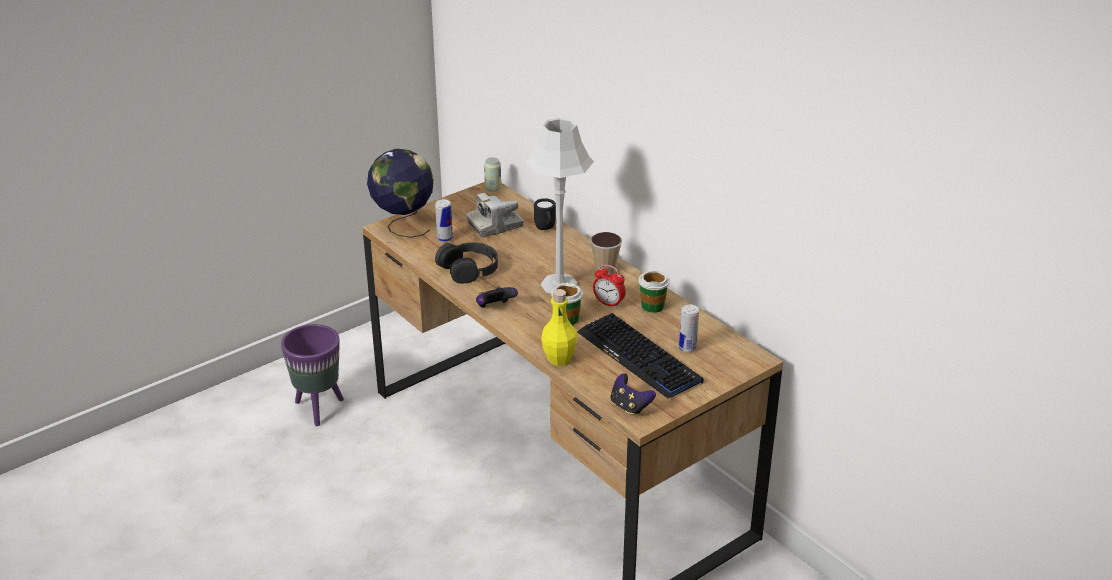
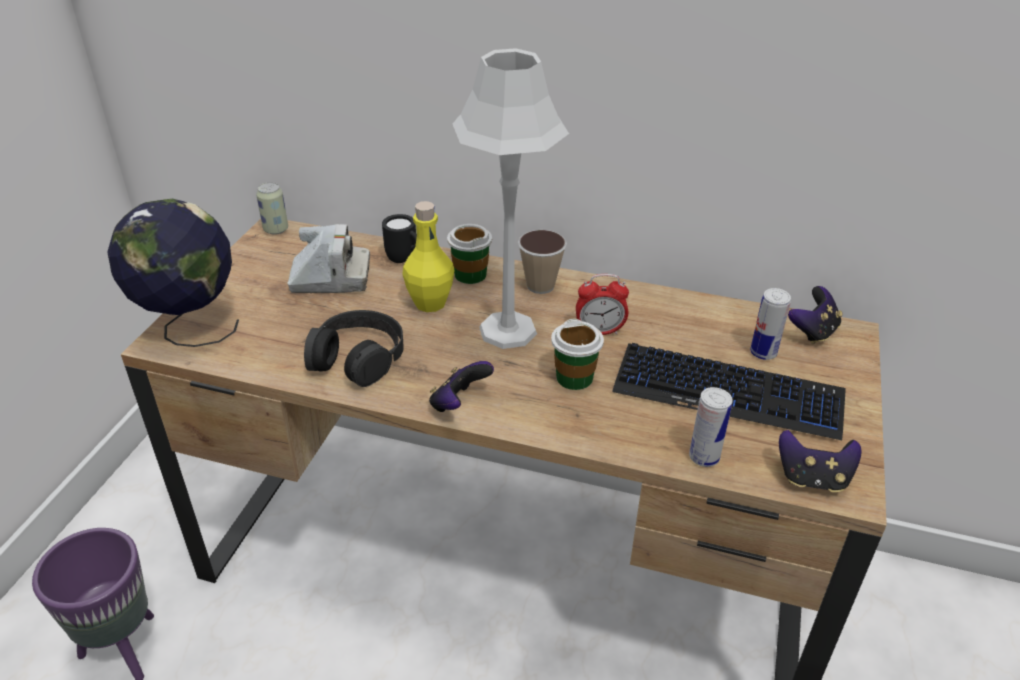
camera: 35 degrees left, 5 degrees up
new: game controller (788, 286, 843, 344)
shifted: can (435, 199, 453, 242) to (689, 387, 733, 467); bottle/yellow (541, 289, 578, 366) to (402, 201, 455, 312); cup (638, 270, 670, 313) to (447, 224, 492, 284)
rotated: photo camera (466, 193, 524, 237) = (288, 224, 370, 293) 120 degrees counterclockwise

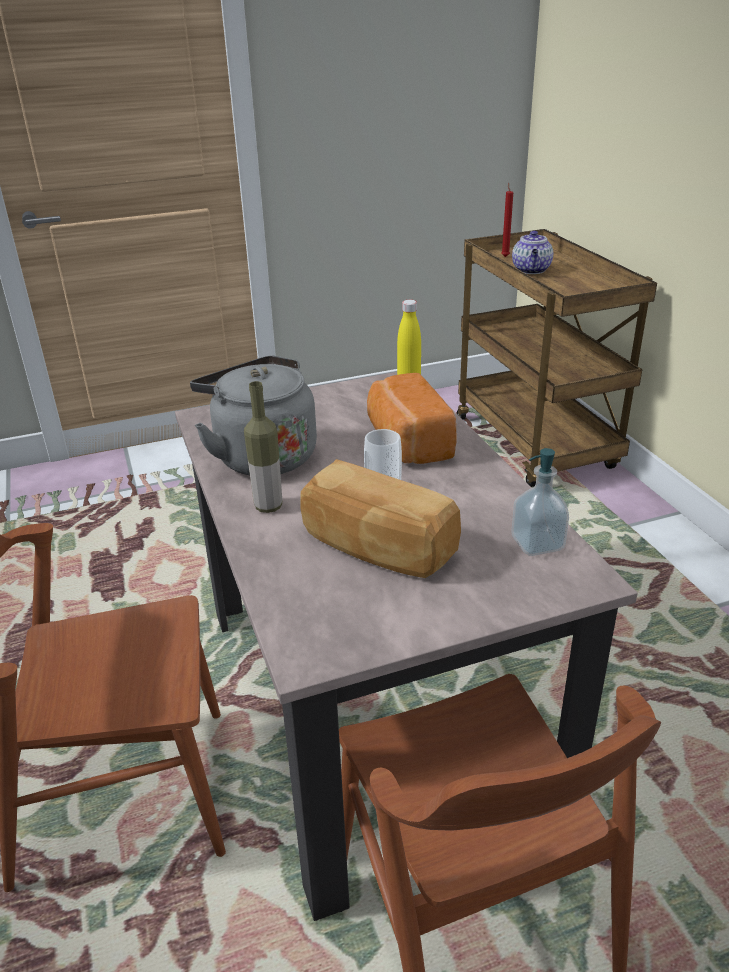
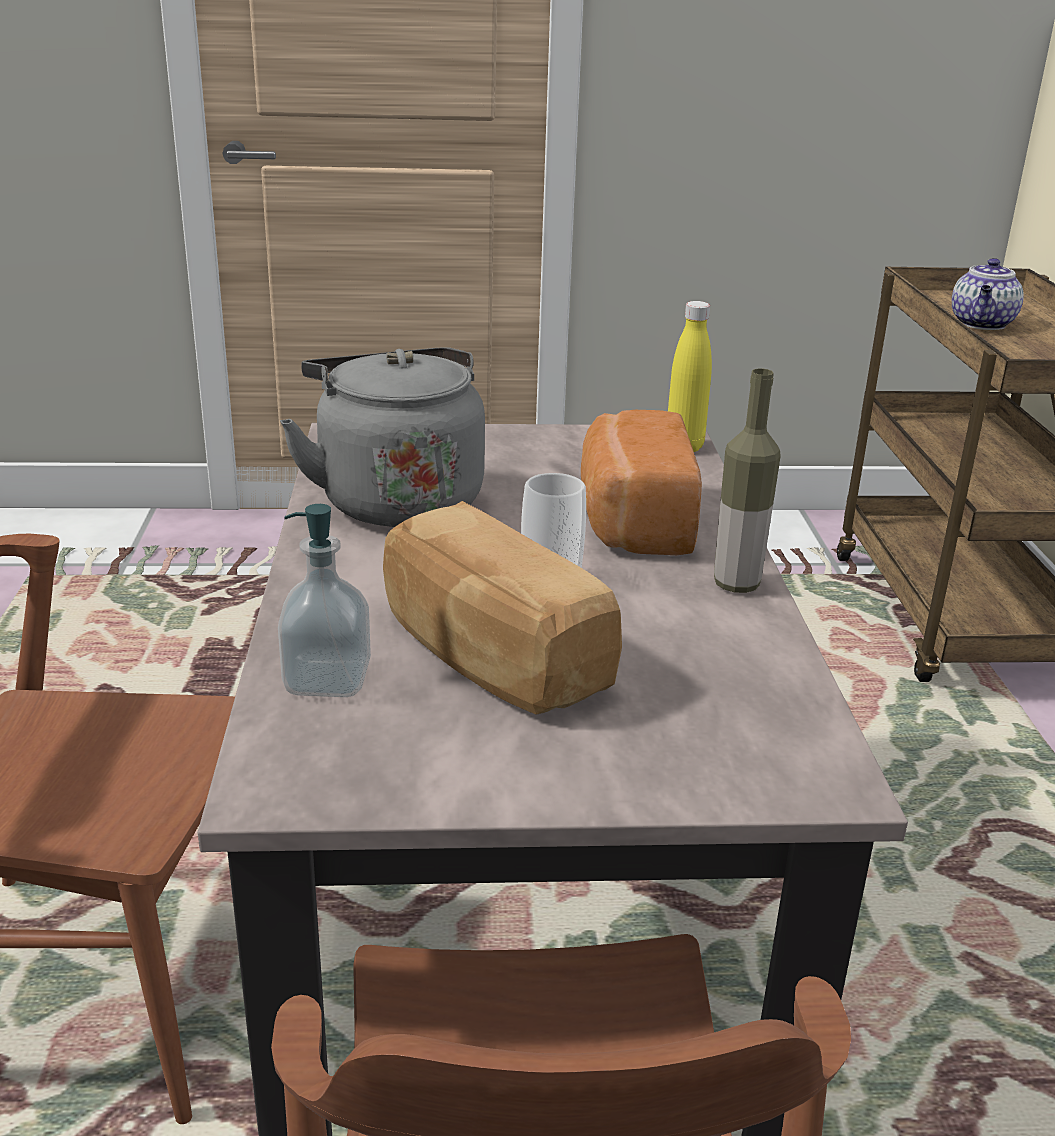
camera: 15 degrees right, 5 degrees down
gone: candle/red (501, 183, 513, 257)
shifted: bottle (244, 381, 282, 513) to (714, 368, 781, 593); soap dispenser (512, 448, 569, 556) to (278, 504, 371, 697)

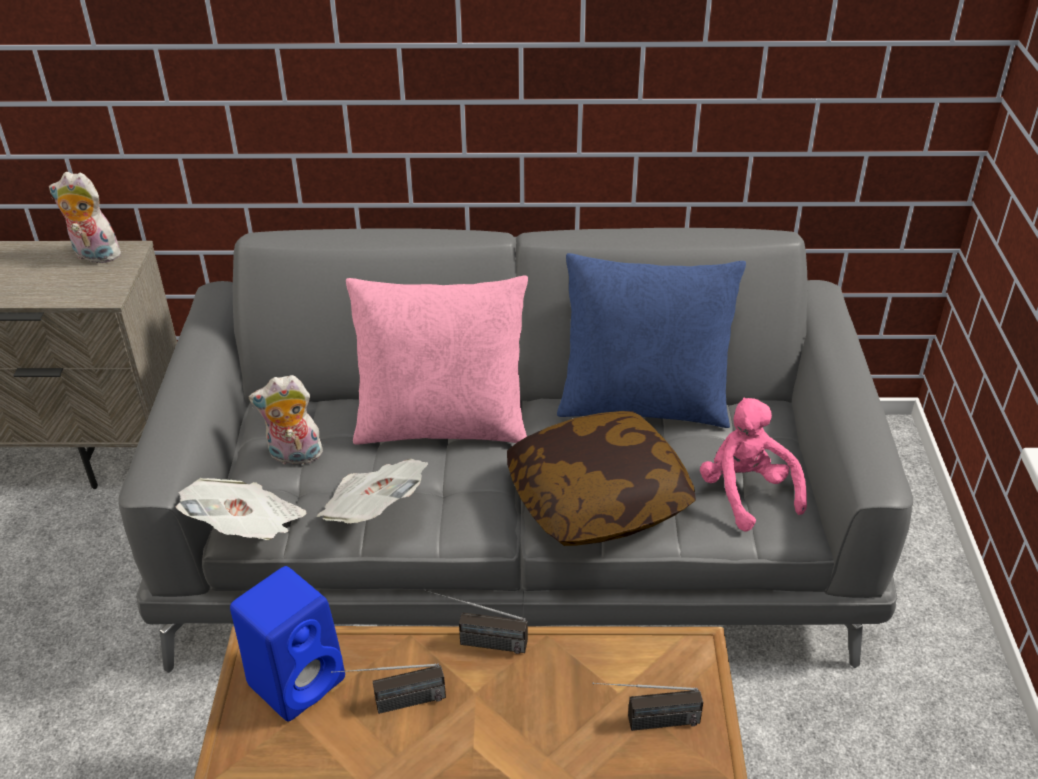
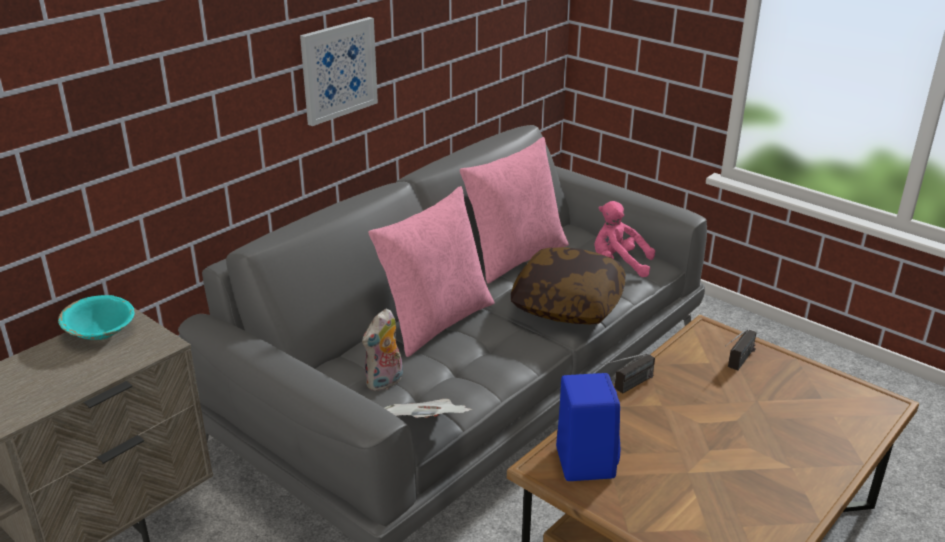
camera: 50 degrees left, 10 degrees down
gone: newspaper (317, 459, 428, 524); radio (331, 663, 446, 714)
new: picture (300, 17, 378, 126)
swapped: plush toy (49, 172, 123, 263) to bowl/turquoise (58, 295, 135, 340)
repainted: pillow/blue (557, 253, 746, 428) to pillow/pink (460, 137, 569, 284)

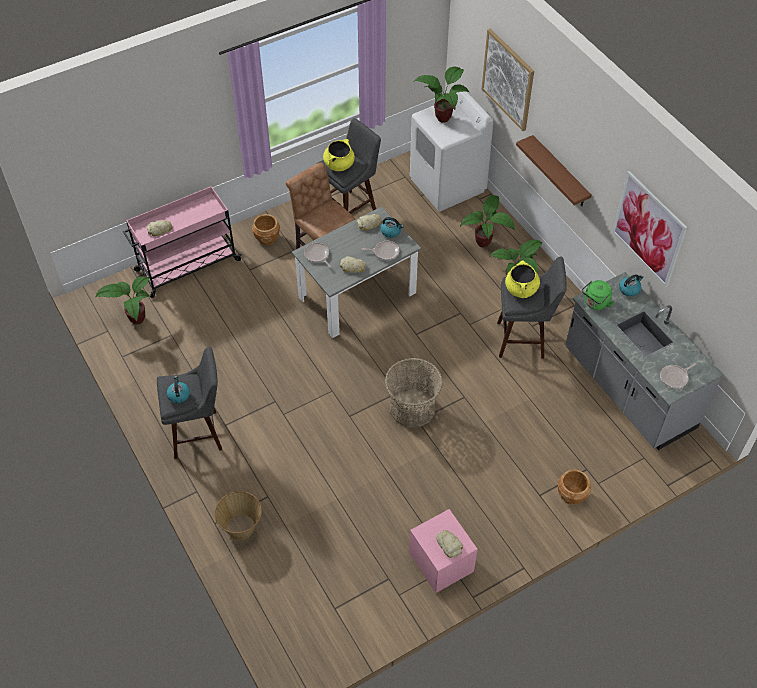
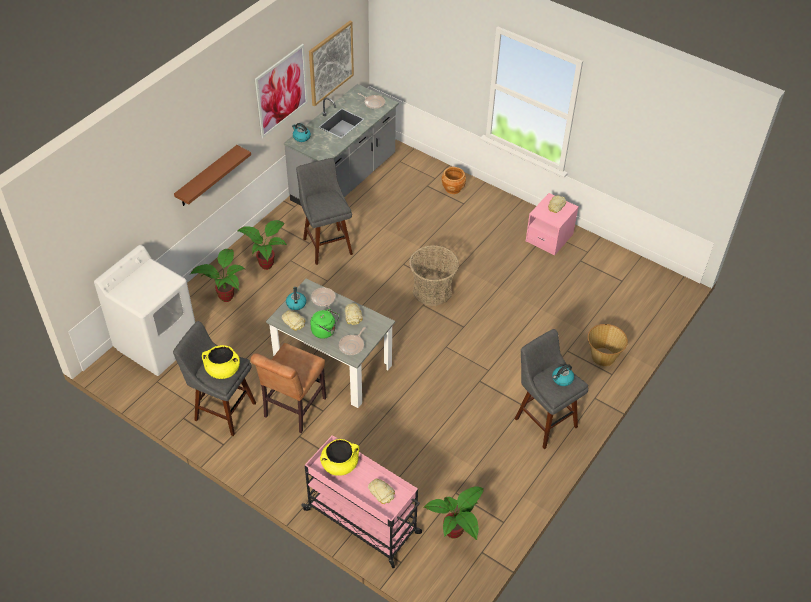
camera: 115 degrees left, 5 degrees down
gone: planter/brown (252, 214, 280, 245); potted plant (413, 66, 470, 123)
shifted: picture (482, 29, 534, 131) to (309, 21, 354, 106); cooking pot/yellow (505, 260, 540, 298) to (320, 439, 360, 476); kettle/green (582, 280, 614, 310) to (310, 309, 339, 339)

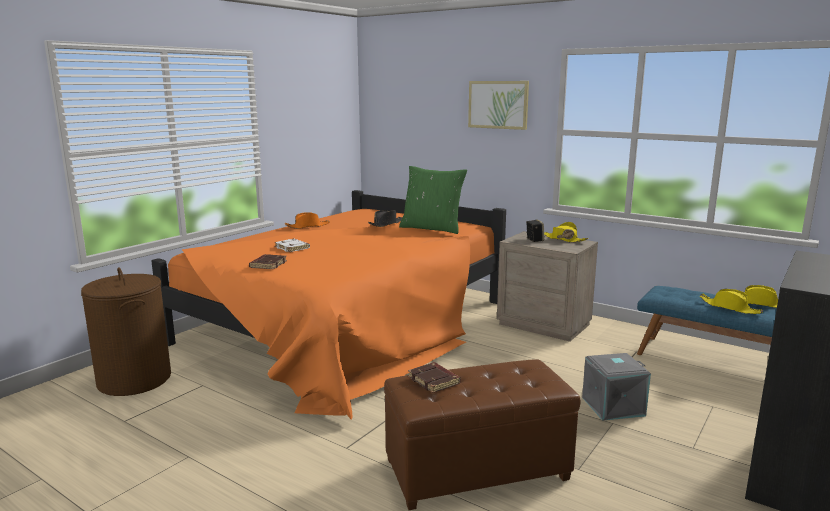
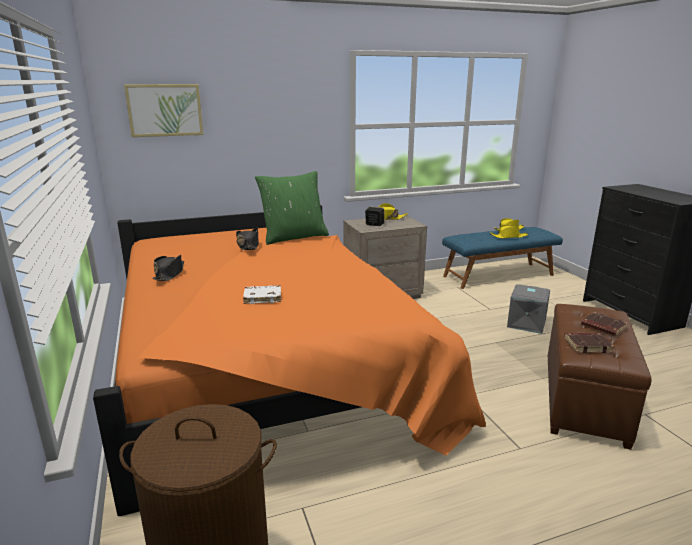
camera: 55 degrees left, 5 degrees up
shifted: book/brown (249, 254, 287, 269) to (581, 312, 628, 336); picture (468, 81, 529, 130) to (124, 84, 203, 137)
repainted: hat/orange (285, 212, 330, 229) to hat/black (153, 255, 184, 281)

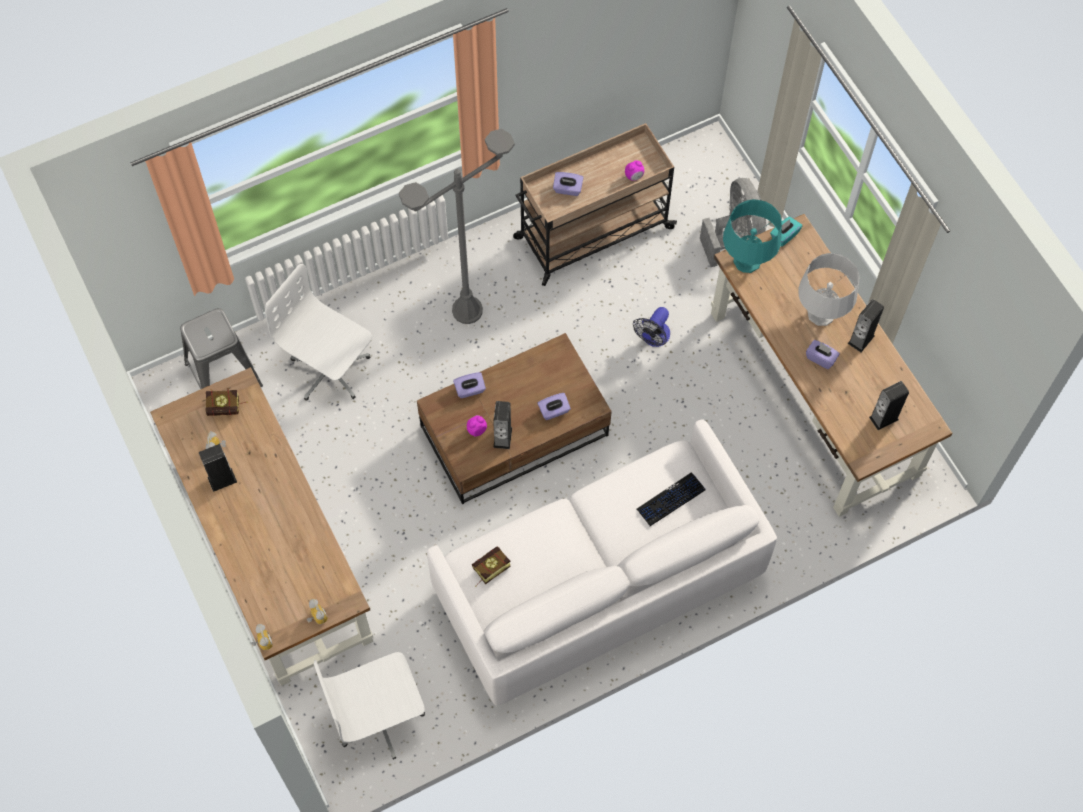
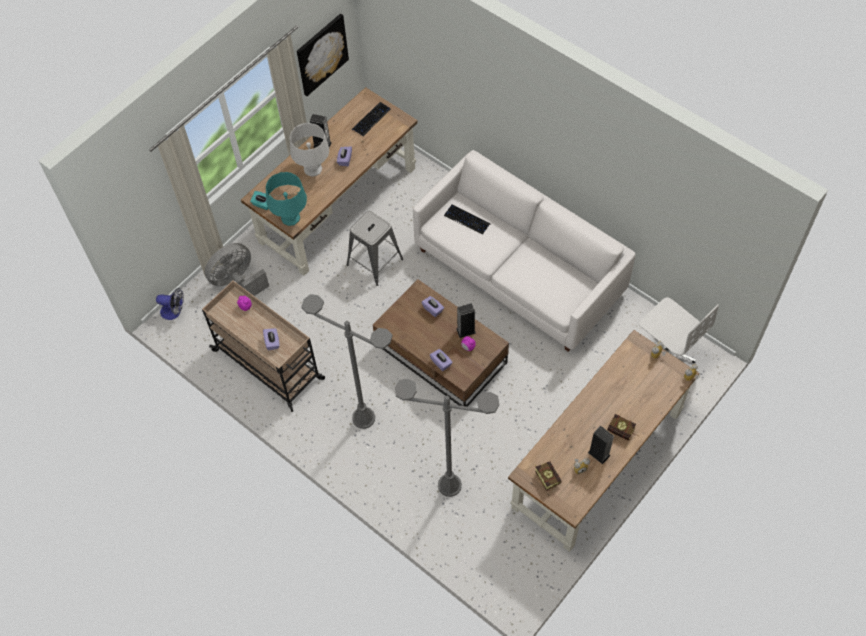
camera: 110 degrees left, 5 degrees down
new: picture (297, 13, 349, 96)
shifted: stool/grey (180, 308, 263, 389) to (347, 211, 403, 286); book (472, 547, 511, 586) to (607, 414, 639, 440); fan (633, 307, 670, 347) to (156, 288, 184, 320)
swapped: office chair/white (265, 264, 372, 401) to floor lamp/grey (395, 379, 499, 497); speaker (869, 381, 909, 430) to keyboard (352, 102, 391, 137)

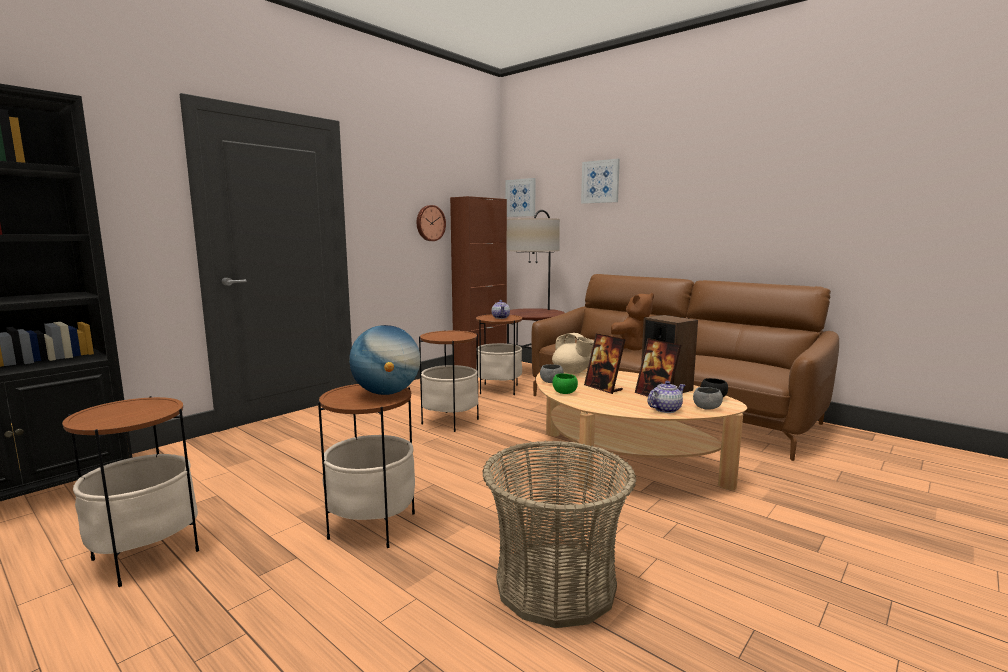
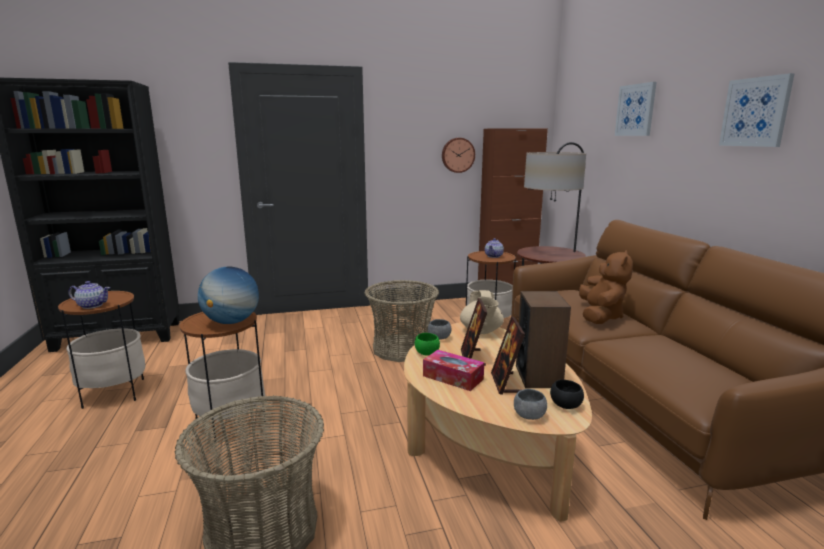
camera: 35 degrees right, 5 degrees up
new: tissue box (423, 350, 484, 391)
shifted: picture (506, 178, 536, 217) to (719, 73, 795, 147); teapot (647, 381, 685, 413) to (68, 281, 110, 309)
swapped: side table (419, 330, 479, 432) to basket (365, 280, 439, 362)
rotated: plush toy/brown (611, 293, 654, 350) = (579, 250, 633, 324) 75 degrees counterclockwise

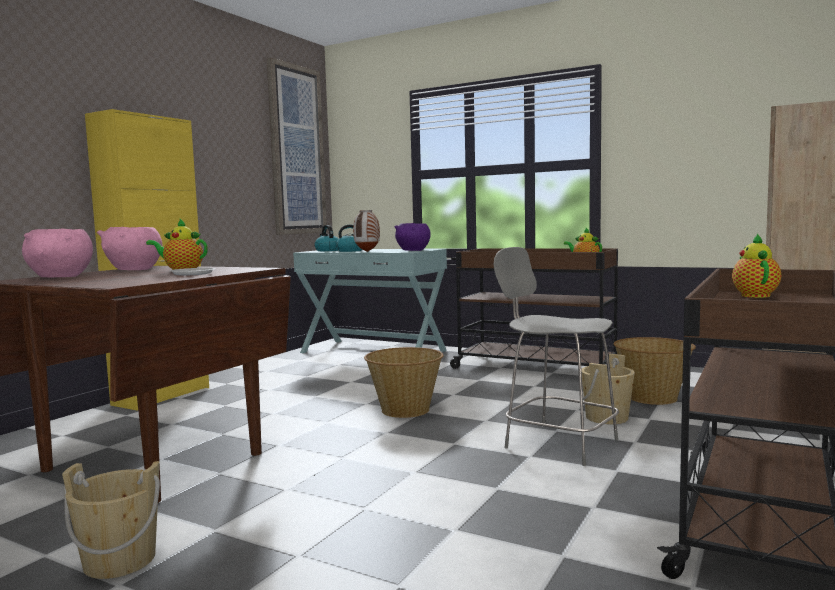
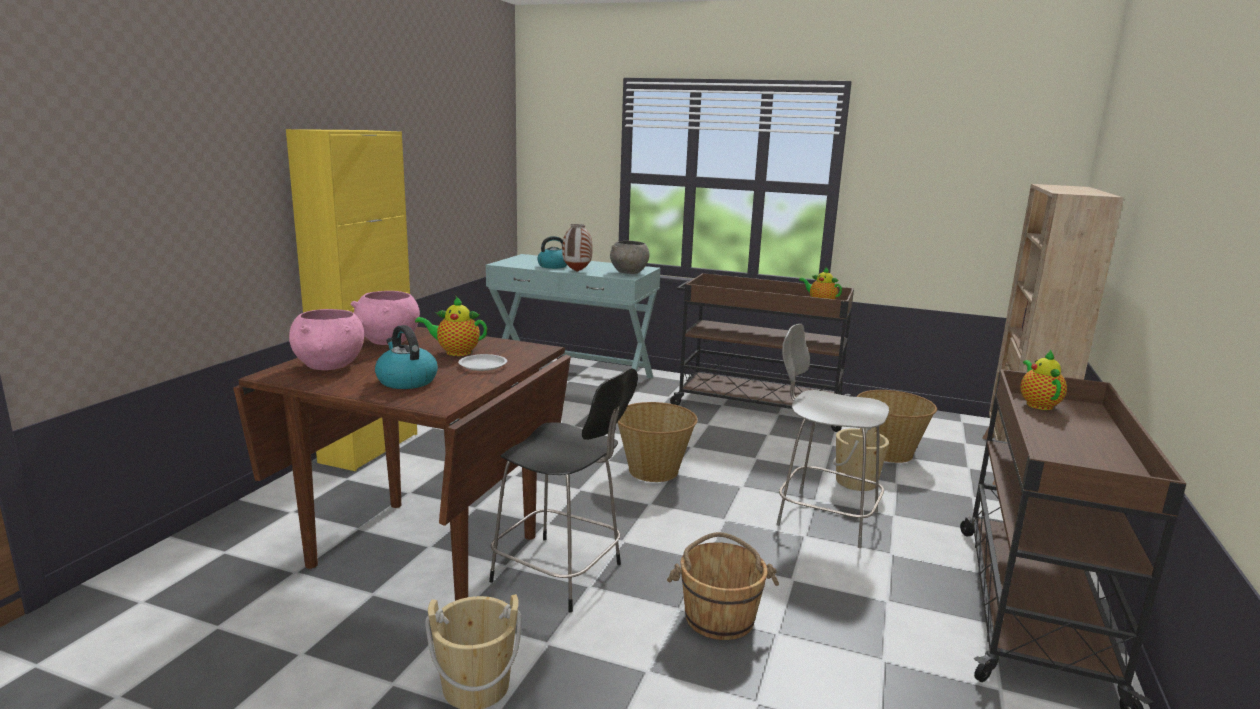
camera: 10 degrees left, 10 degrees up
gone: picture (266, 57, 327, 235)
new: chair/black (489, 368, 638, 613); bucket/brown (667, 532, 779, 640)
shifted: kettle (314, 225, 339, 251) to (375, 325, 438, 389)
repainted: bowl/purple (395, 223, 431, 251) to bowl/grey (610, 241, 649, 274)

